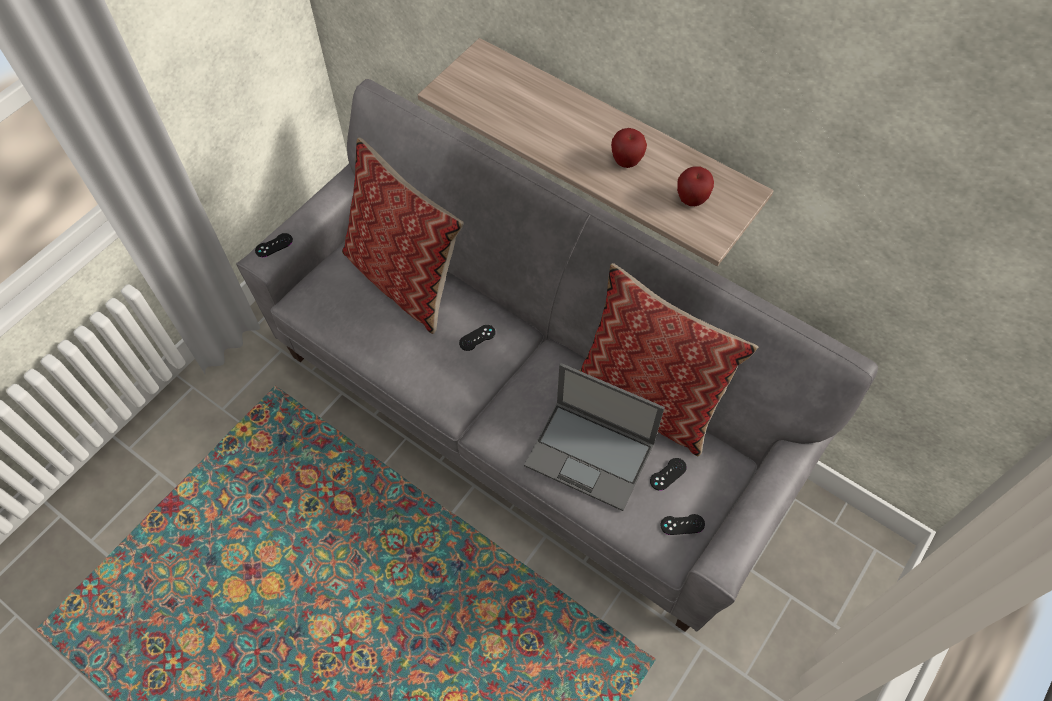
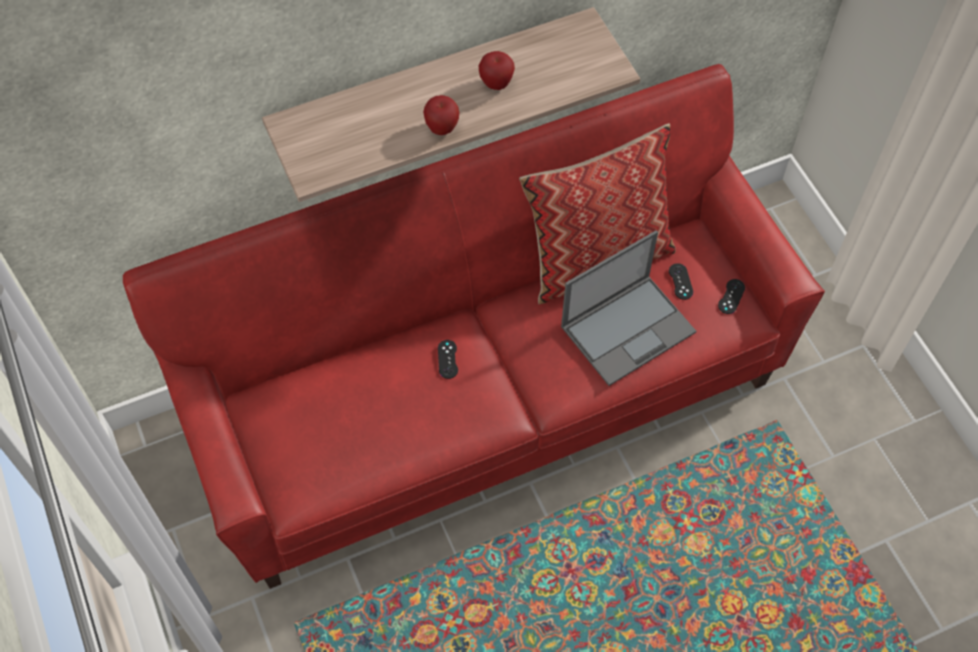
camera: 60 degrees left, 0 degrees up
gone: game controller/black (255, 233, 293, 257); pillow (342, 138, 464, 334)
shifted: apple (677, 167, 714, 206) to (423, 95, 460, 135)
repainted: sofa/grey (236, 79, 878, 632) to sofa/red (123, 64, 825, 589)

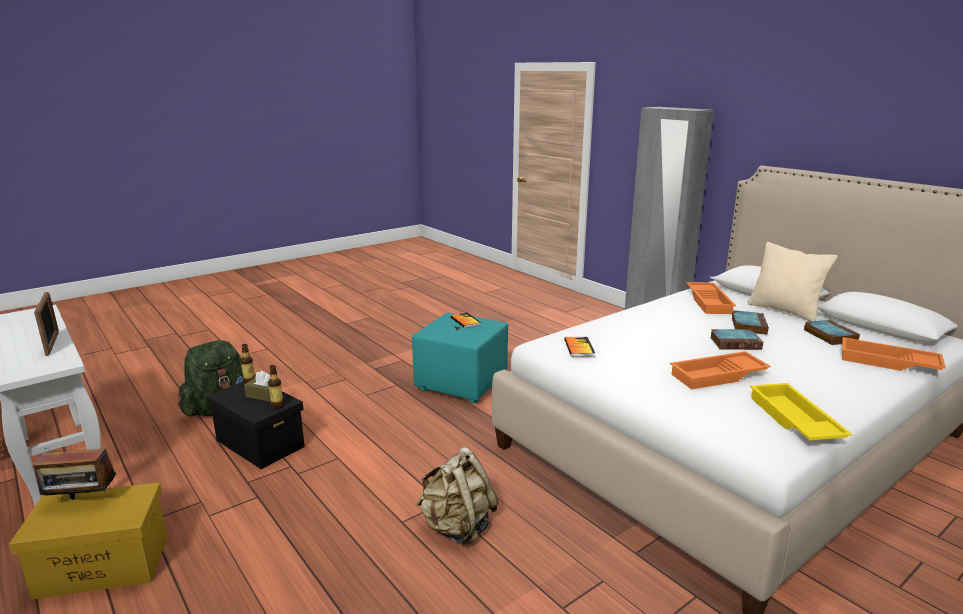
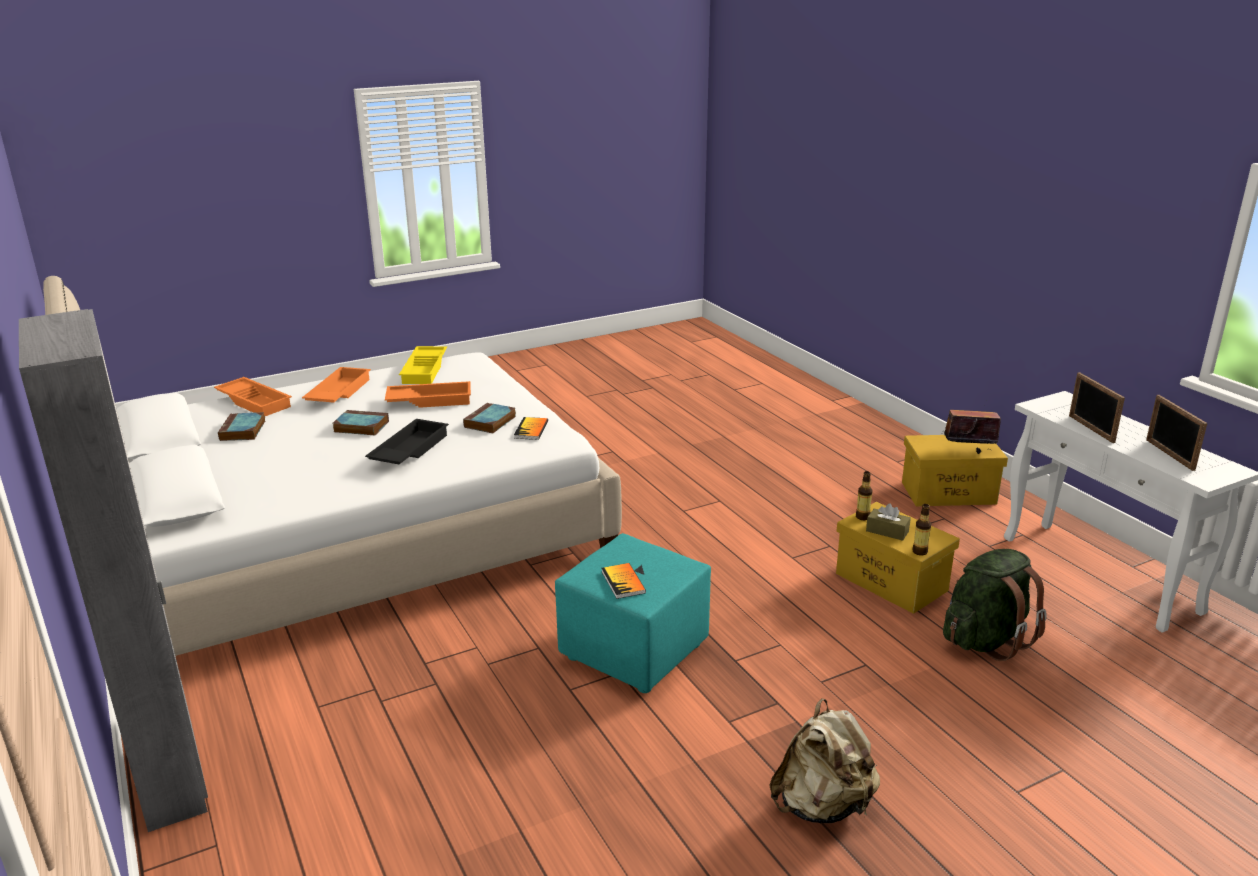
camera: 170 degrees left, 5 degrees up
gone: pillow/beige (748, 242, 838, 321)
new: tray/black (365, 419, 449, 464); picture frame (1146, 395, 1207, 471)
shifted: backpack/beige (416, 447, 499, 546) to (769, 698, 880, 823); tray/orange (686, 282, 736, 314) to (302, 367, 371, 403); book (732, 310, 769, 335) to (463, 403, 516, 433)
repainted: storage box/black (206, 382, 305, 469) to storage box/yellow (836, 502, 960, 614)

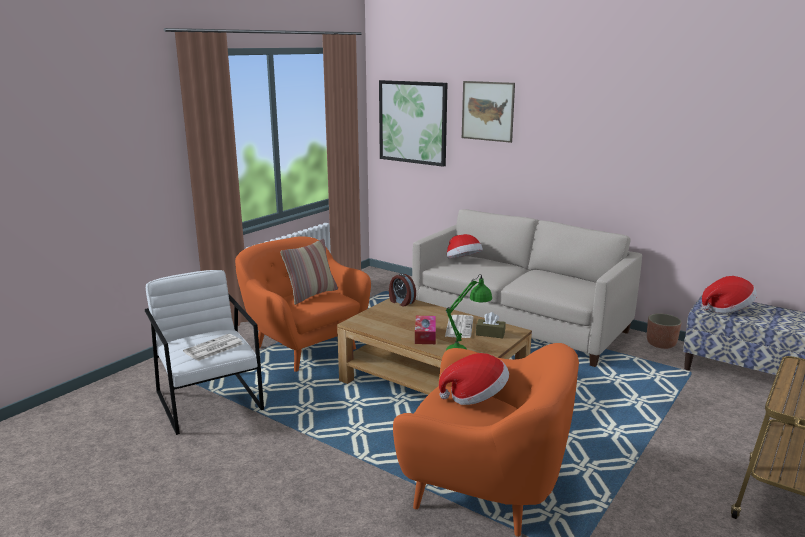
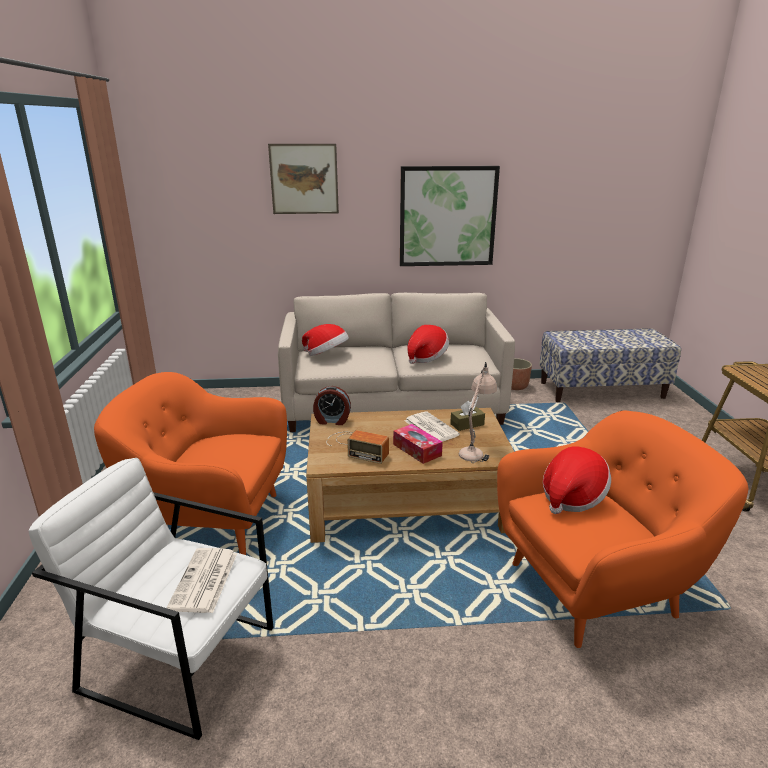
camera: 40 degrees left, 5 degrees up
gone: pillow (280, 239, 338, 305)
new: radio (327, 430, 389, 464)
shifted: picture (379, 80, 447, 167) to (400, 166, 500, 266); hat (702, 276, 757, 313) to (407, 325, 449, 364)
repainted: table lamp/green (446, 274, 492, 351) to table lamp/beige (459, 362, 497, 463)

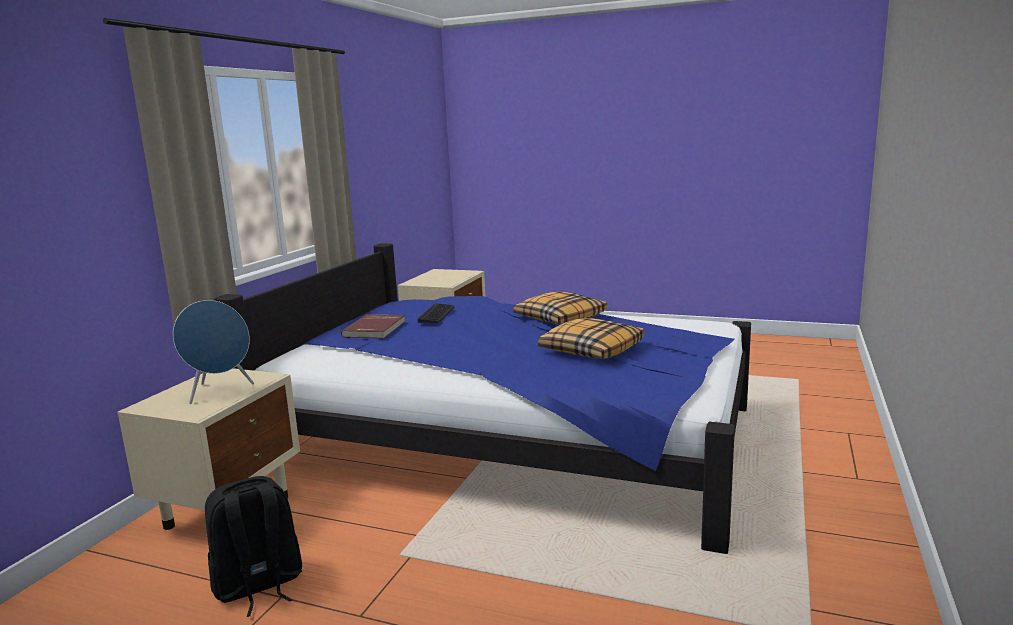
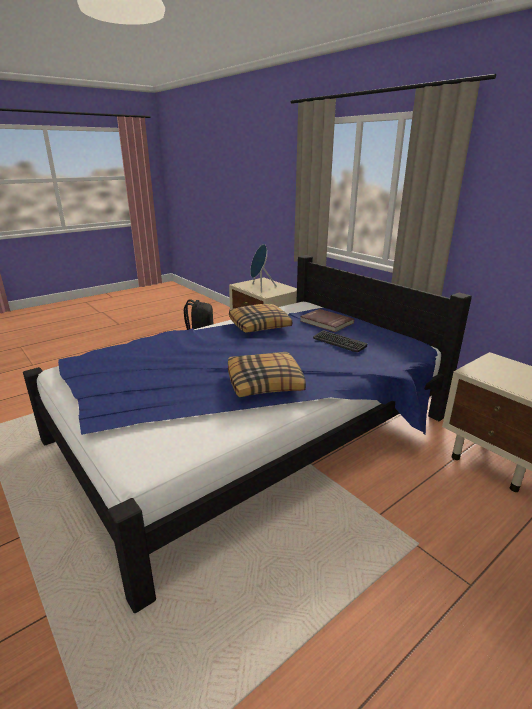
camera: 120 degrees right, 10 degrees up
shifted: pillow (538, 318, 644, 359) to (229, 304, 292, 333)

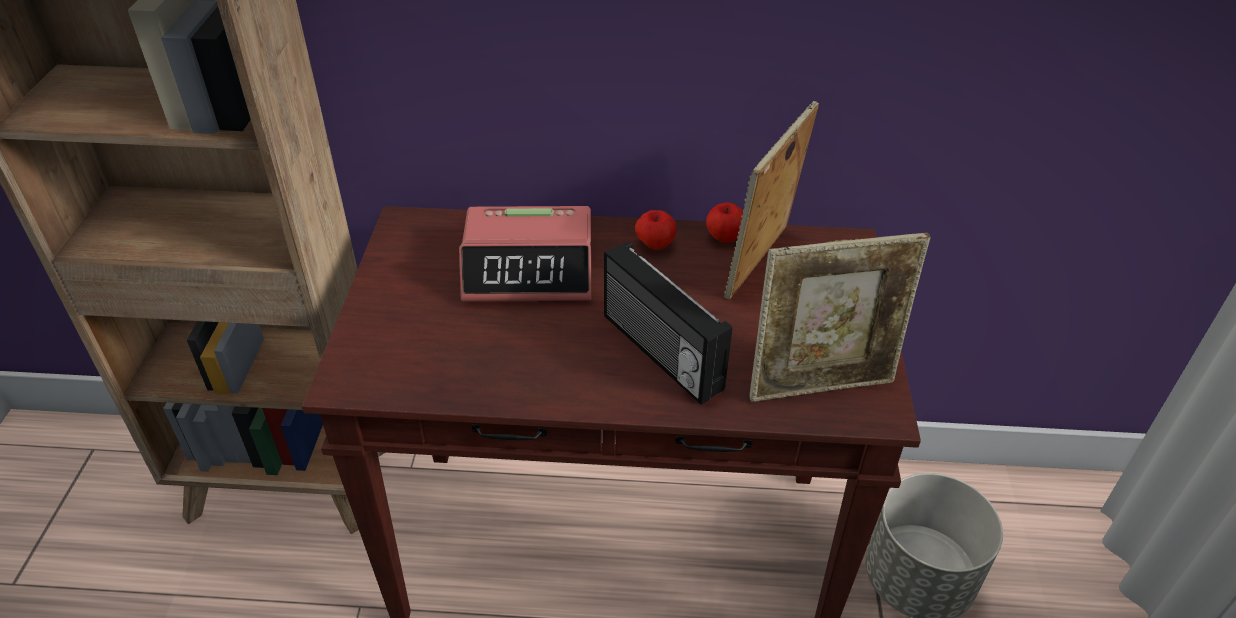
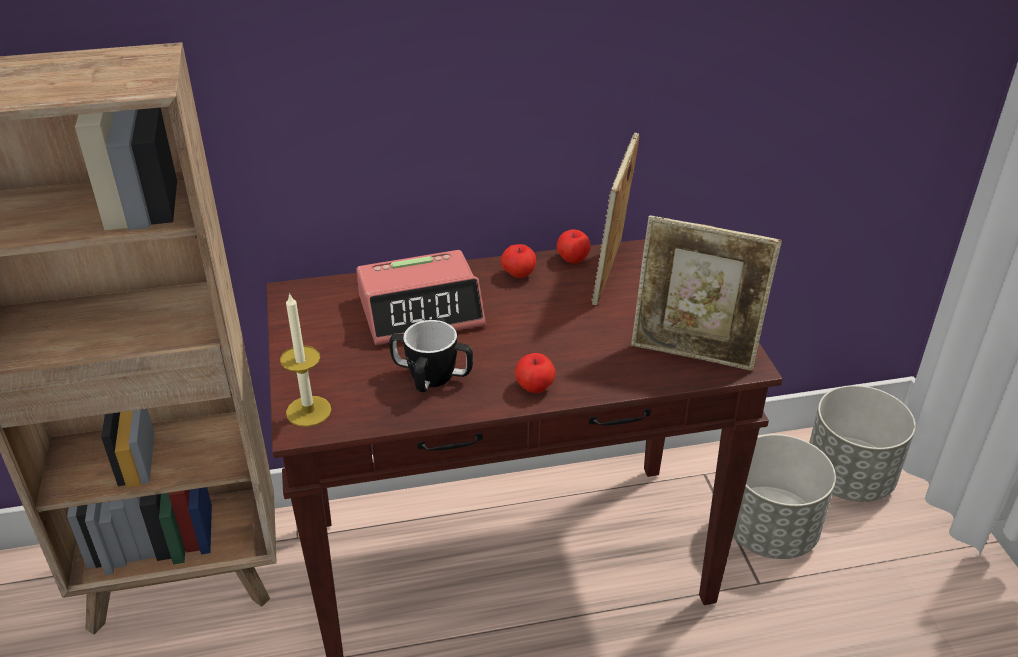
camera: 15 degrees left, 5 degrees down
gone: radio (604, 242, 732, 405)
new: candle (280, 292, 331, 427); mug (389, 318, 473, 392); apple (515, 353, 555, 393); planter/grey (809, 385, 916, 502)
rotated: picture frame (749, 233, 931, 402) = (631, 215, 782, 371) 45 degrees clockwise

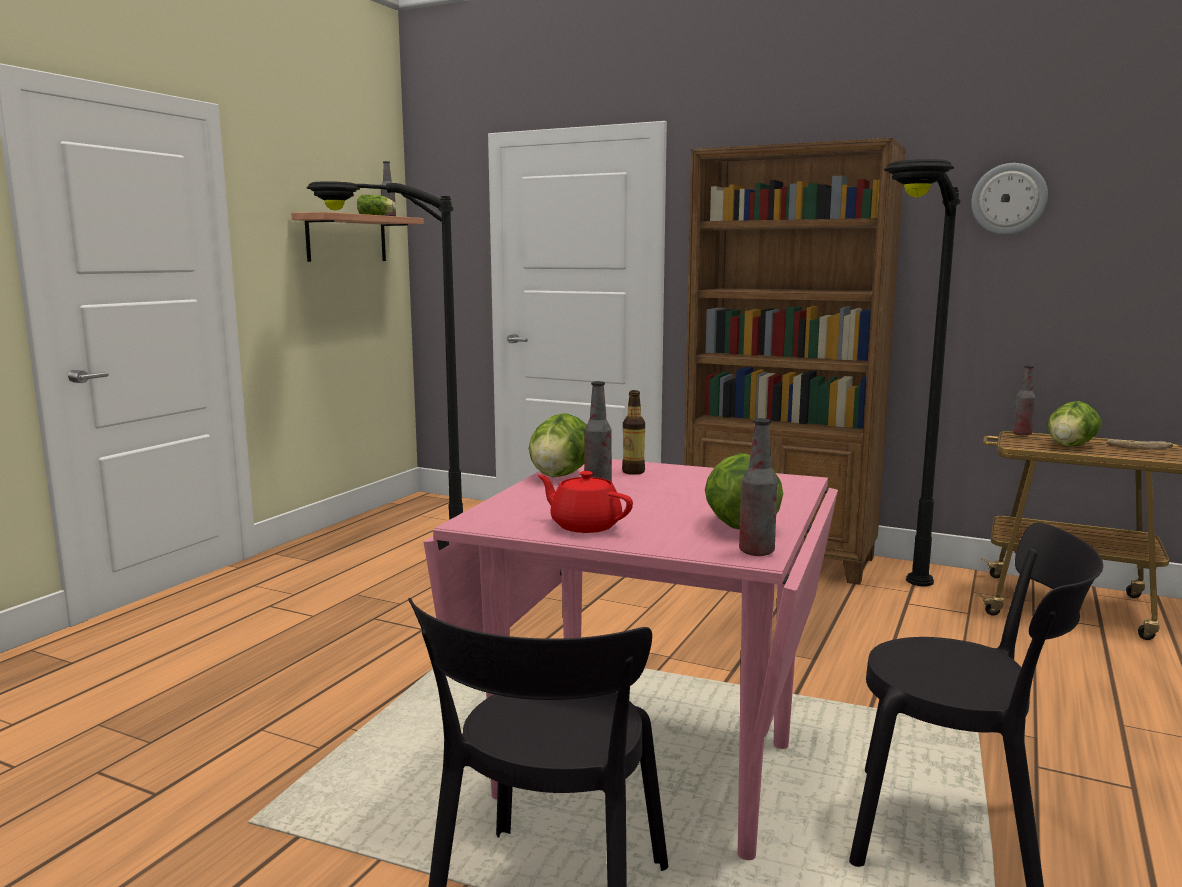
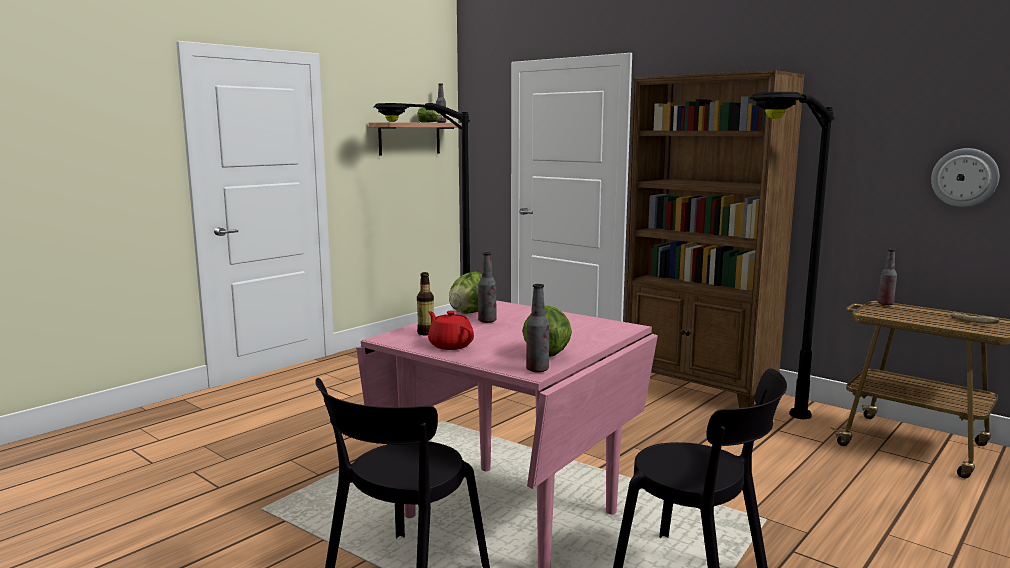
camera: 15 degrees right, 0 degrees up
gone: lettuce (1048, 401, 1102, 447)
shifted: bottle (622, 390, 645, 475) to (417, 272, 434, 335); wall clock (971, 163, 1048, 234) to (931, 148, 999, 207)

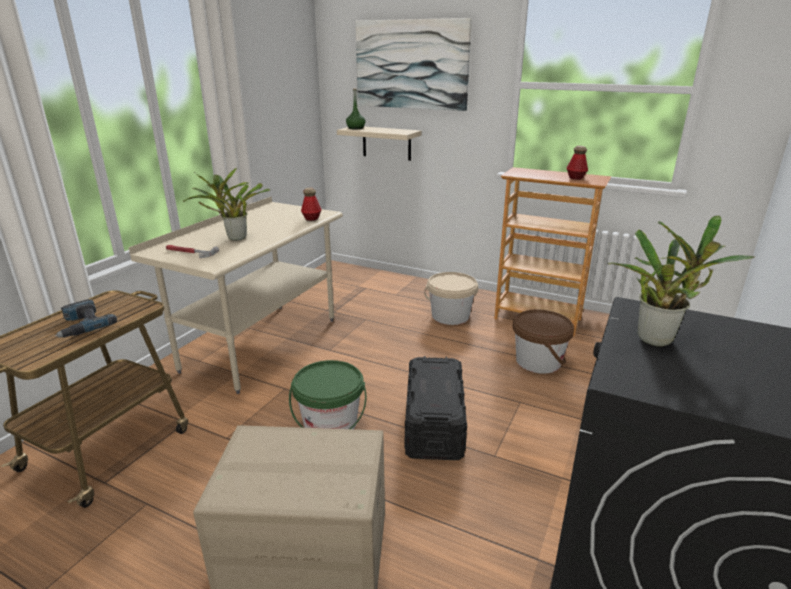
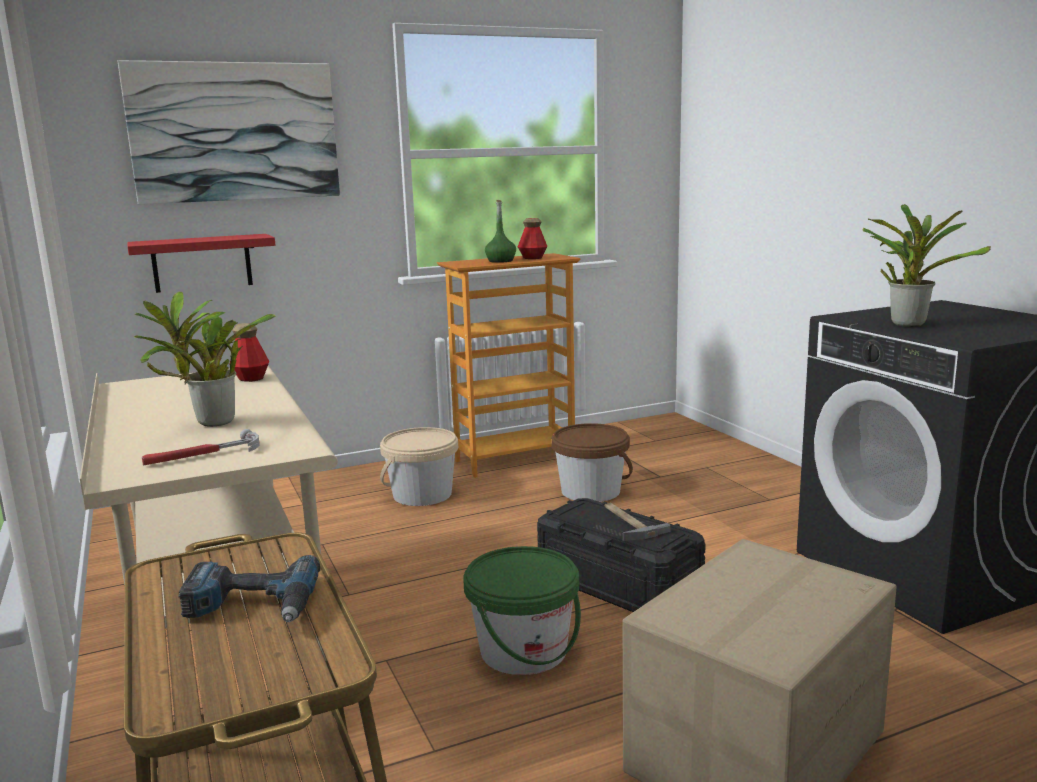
camera: 50 degrees left, 10 degrees down
new: hammer (605, 503, 671, 541)
shifted: bottle/green (346, 88, 366, 129) to (485, 200, 516, 263)
repainted: shelf/beige (337, 127, 422, 161) to shelf/red (128, 234, 275, 293)

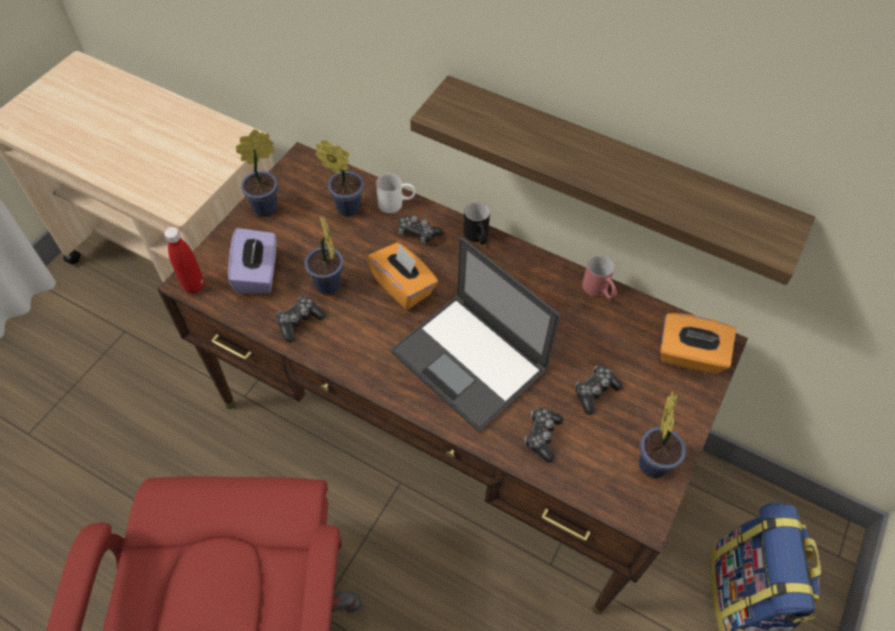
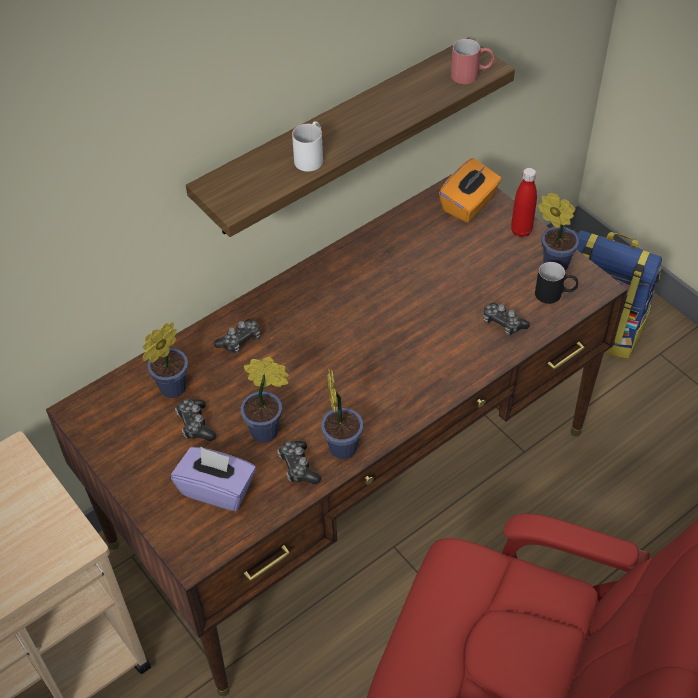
camera: 65 degrees left, 5 degrees down
gone: tissue box/orange (367, 243, 438, 310); laptop (390, 237, 561, 433)
shifted: bottle/red (164, 227, 204, 294) to (511, 168, 537, 237); potted plant (236, 129, 278, 217) to (321, 368, 363, 459); mug/white (376, 174, 415, 213) to (292, 121, 323, 172); mug/black (463, 202, 490, 245) to (535, 262, 578, 304); game controller (575, 366, 623, 415) to (175, 399, 216, 441); mug/red (582, 255, 617, 299) to (451, 39, 494, 84)

